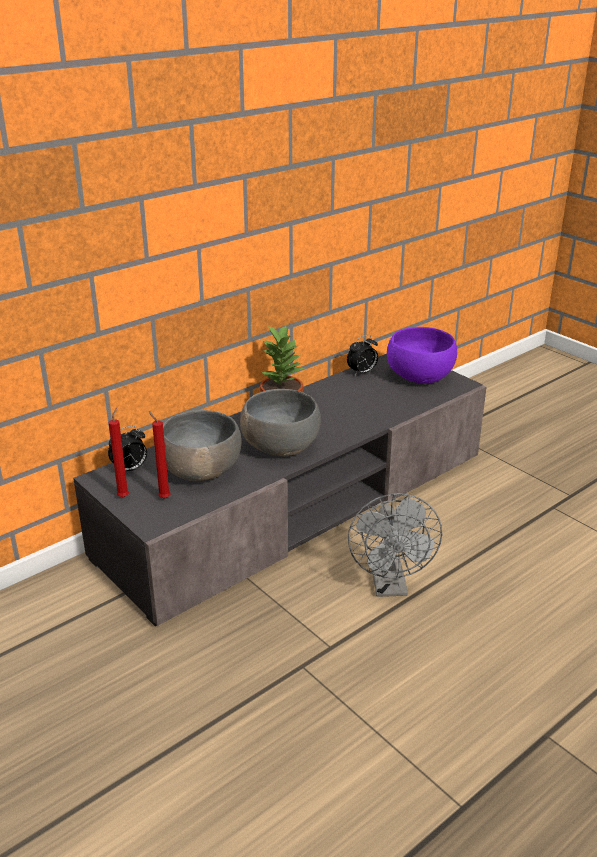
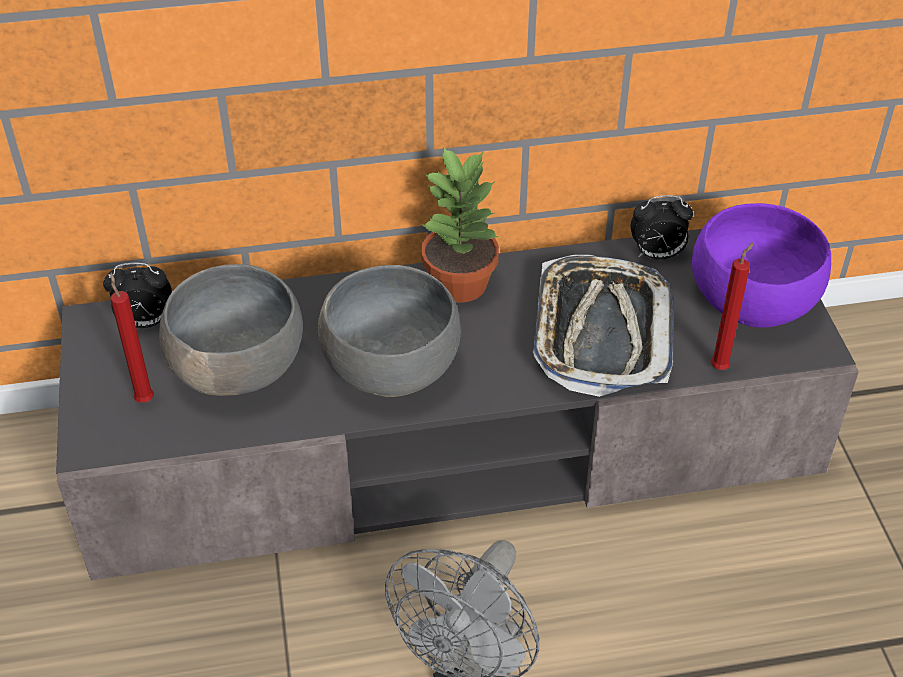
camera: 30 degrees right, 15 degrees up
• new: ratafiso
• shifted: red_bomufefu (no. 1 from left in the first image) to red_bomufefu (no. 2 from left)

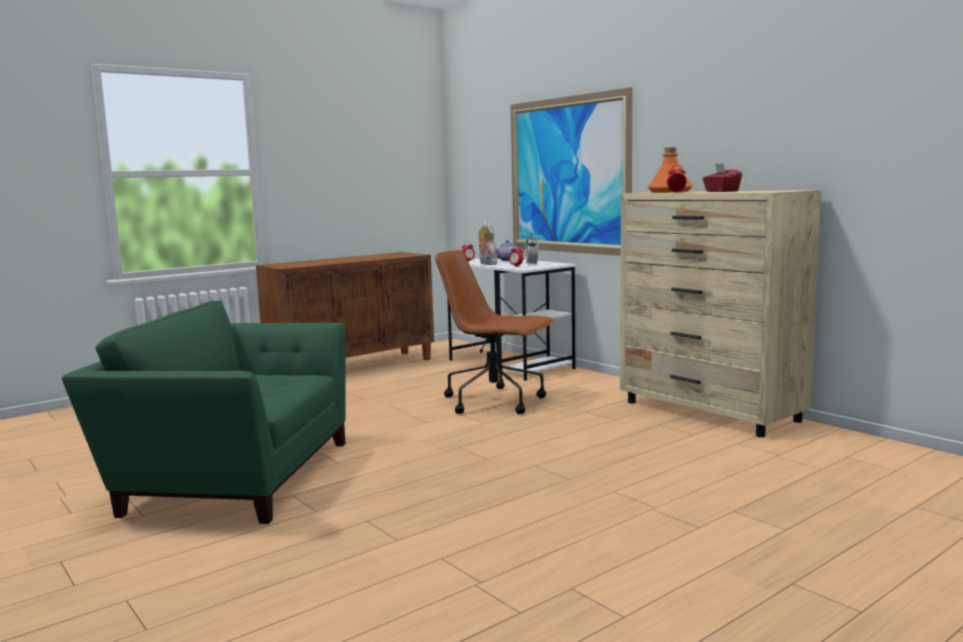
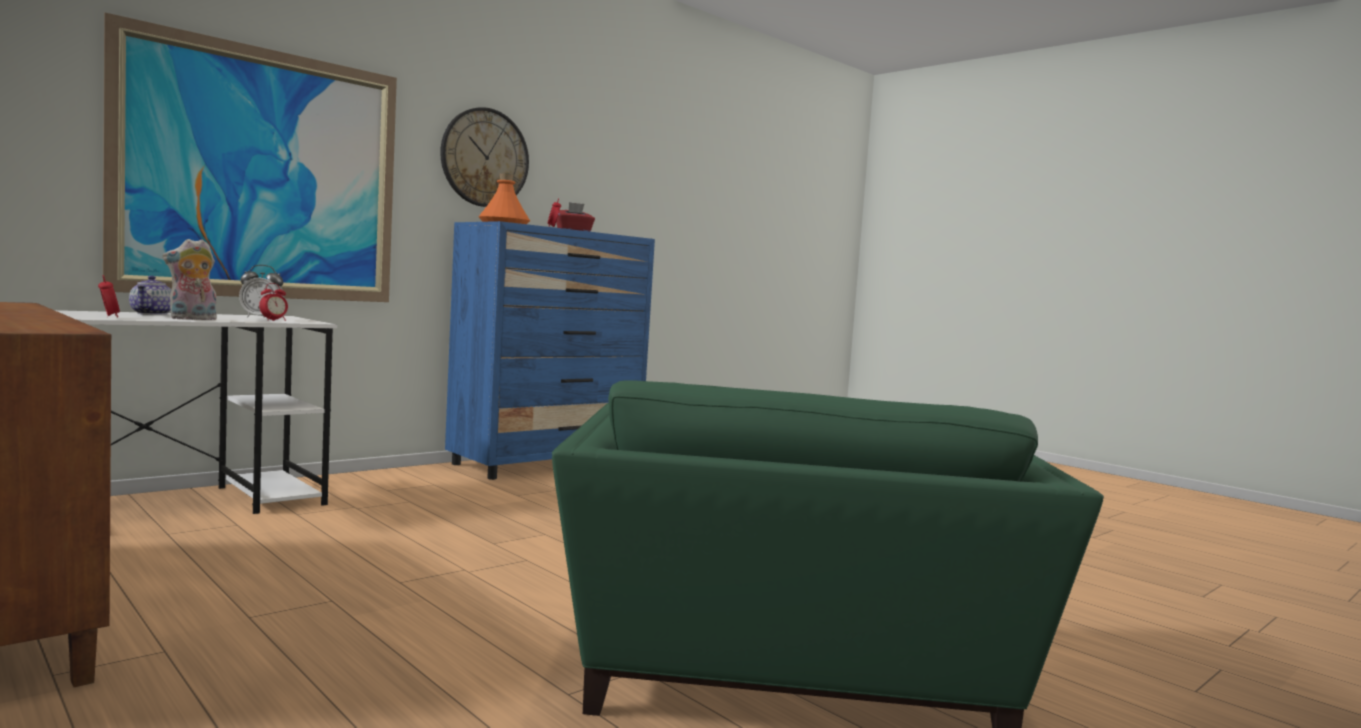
camera: 95 degrees left, 5 degrees down
• new: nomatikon
• repainted: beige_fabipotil to blue_fabipotil
• gone: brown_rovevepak

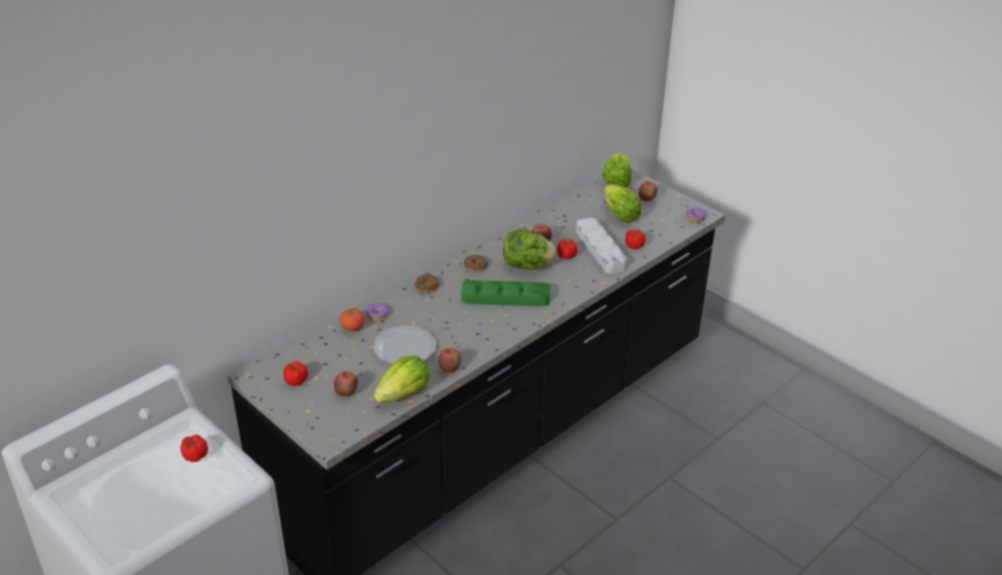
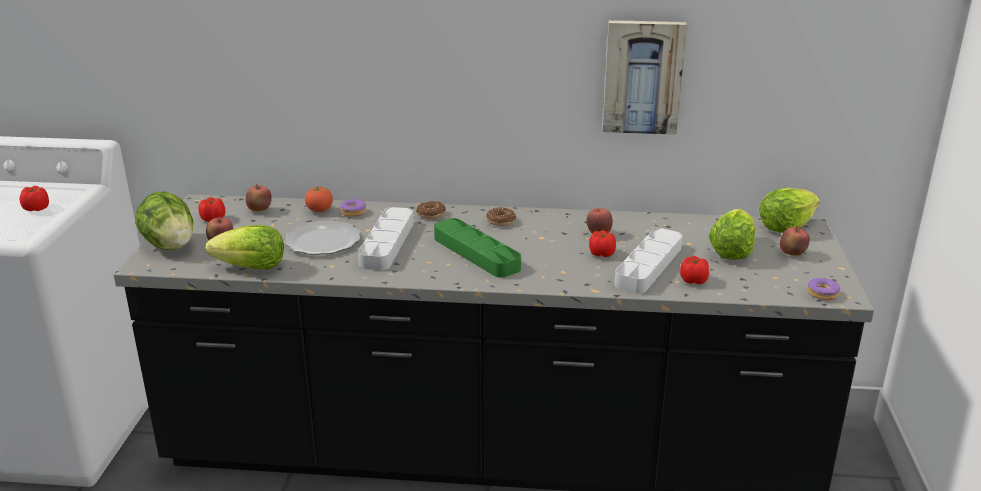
camera: 50 degrees right, 10 degrees down
• shifted: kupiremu (no. 2 from left in the first image) to kupiremu (no. 1 from left)
• shifted: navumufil (no. 2 from left)
• new: grey_ratafiso (no. 1 from left)
• new: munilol

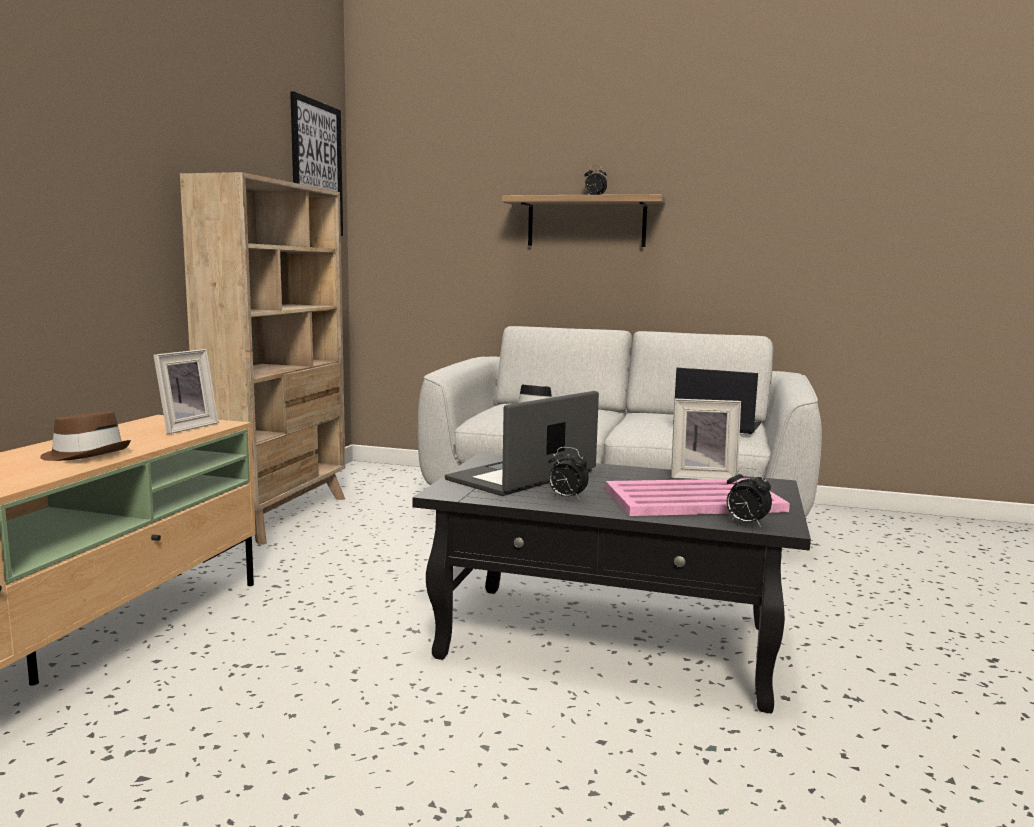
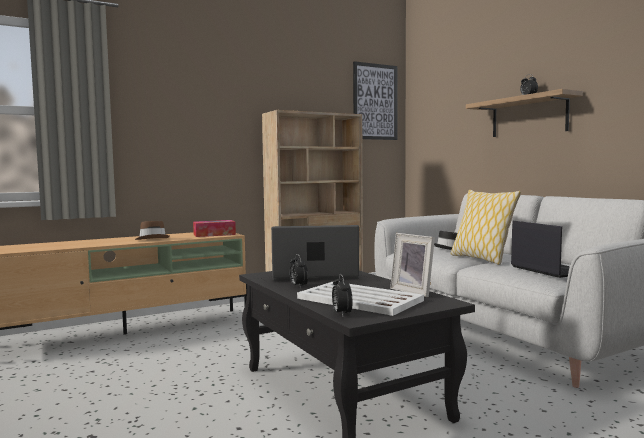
camera: 45 degrees right, 5 degrees down
• swapped: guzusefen (no. 1 from left) to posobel
• repainted: pink_ratafiso to white_ratafiso
• new: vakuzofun

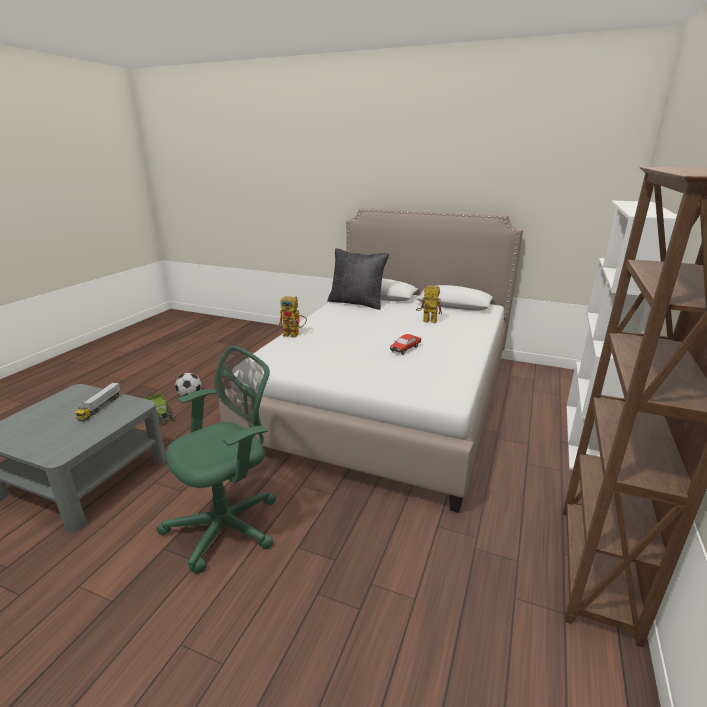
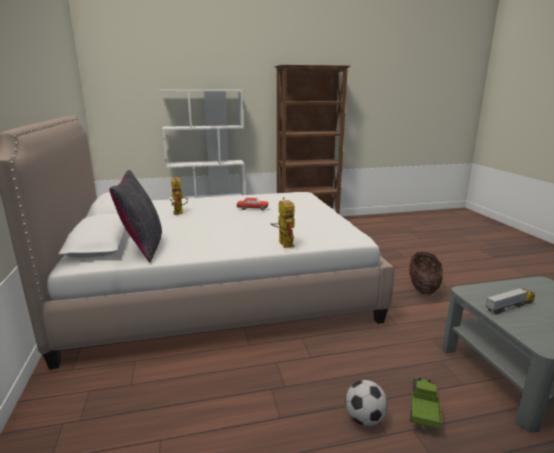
camera: 125 degrees left, 5 degrees down
• swapped: green_rovevepak to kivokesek

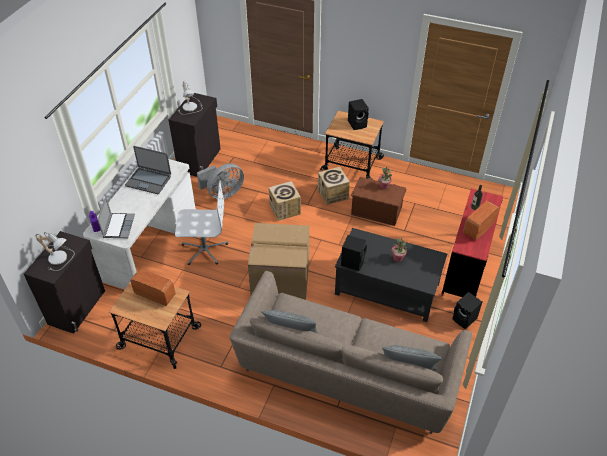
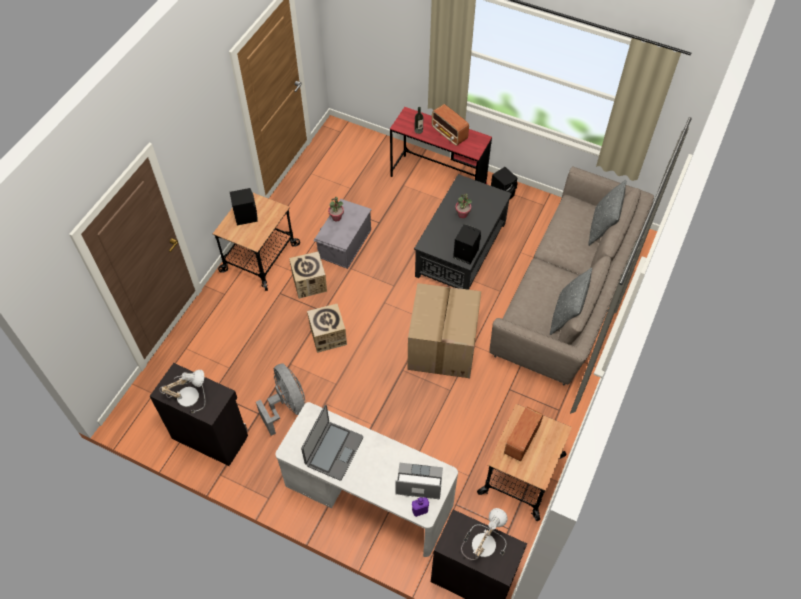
camera: 85 degrees left, 10 degrees up
• repainted: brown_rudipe to grey_rudipe
• gone: white_rovevepak

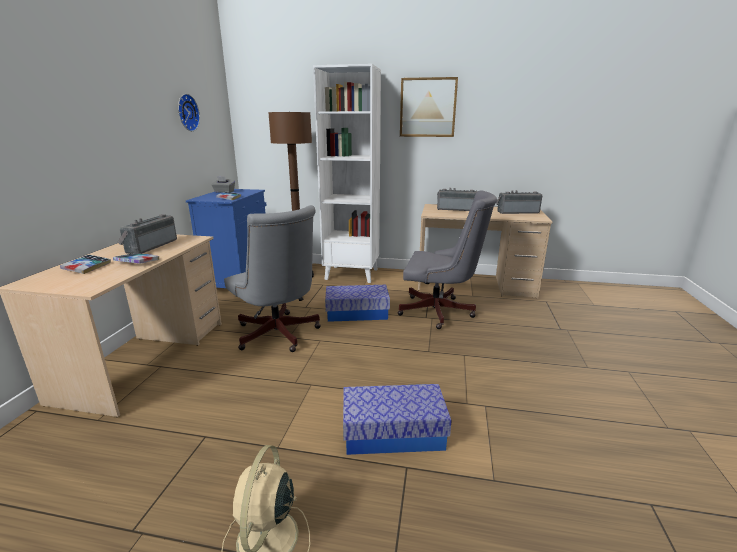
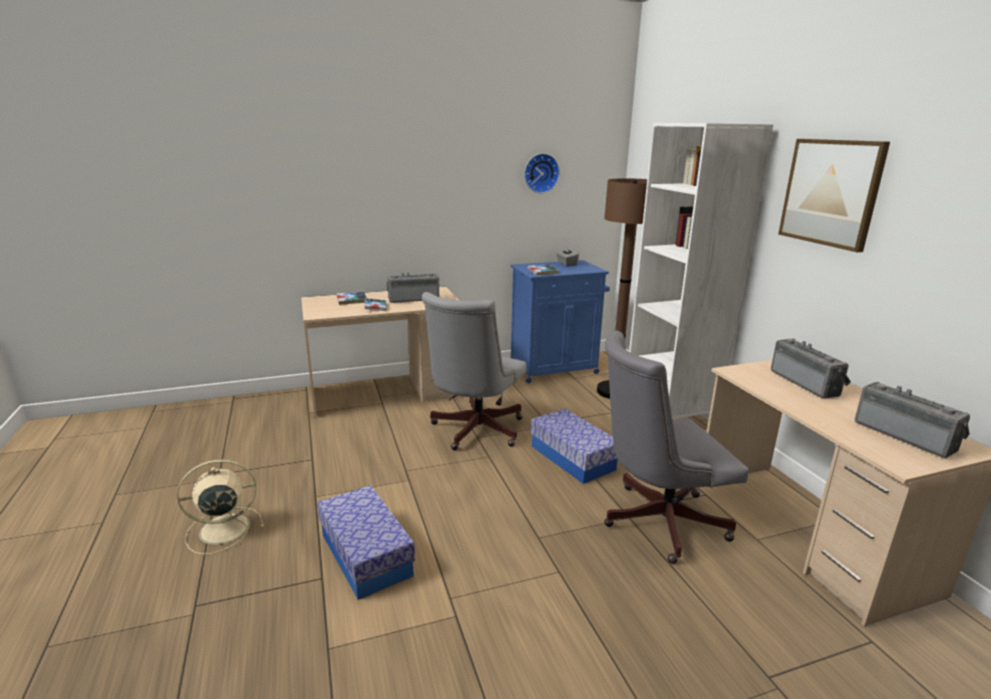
camera: 60 degrees right, 0 degrees up
• rotated: grey_rovevepak (no. 2 from left) 90 degrees clockwise

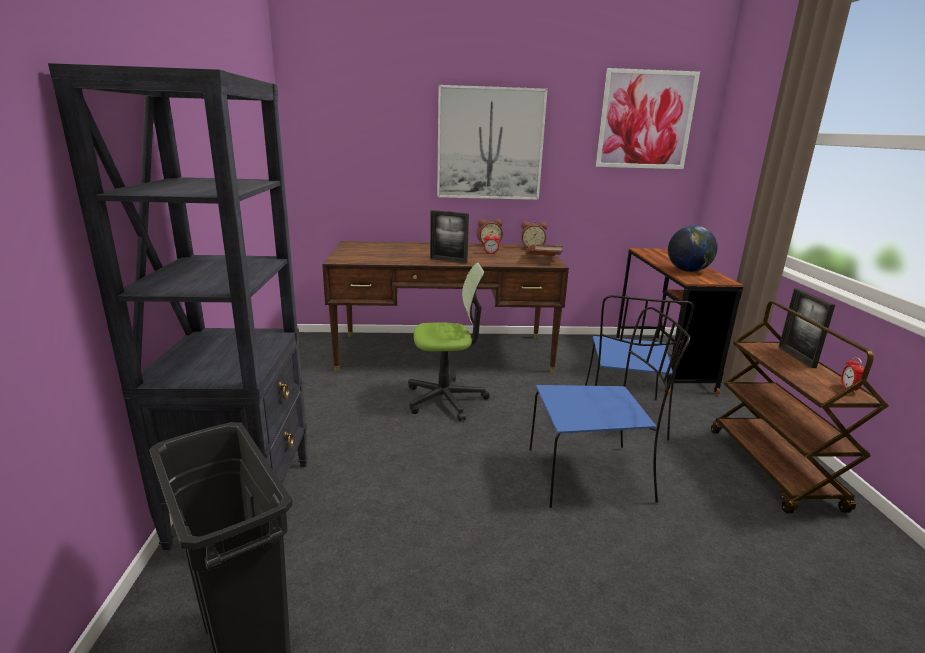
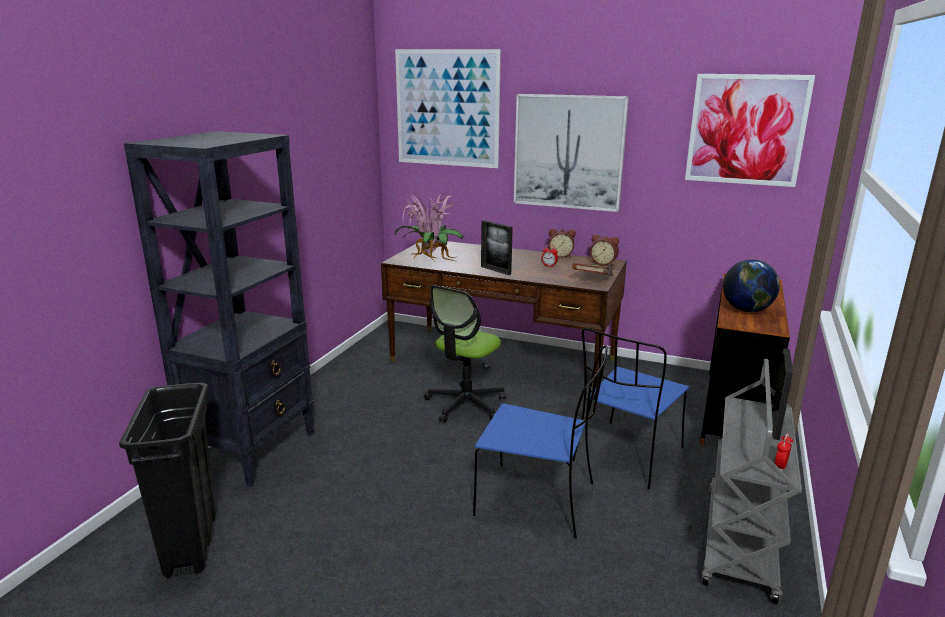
camera: 25 degrees right, 0 degrees up
• new: munilol (no. 1 from left)
• new: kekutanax
• rotated: rovevepak 105 degrees clockwise
• repainted: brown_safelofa to grey_safelofa

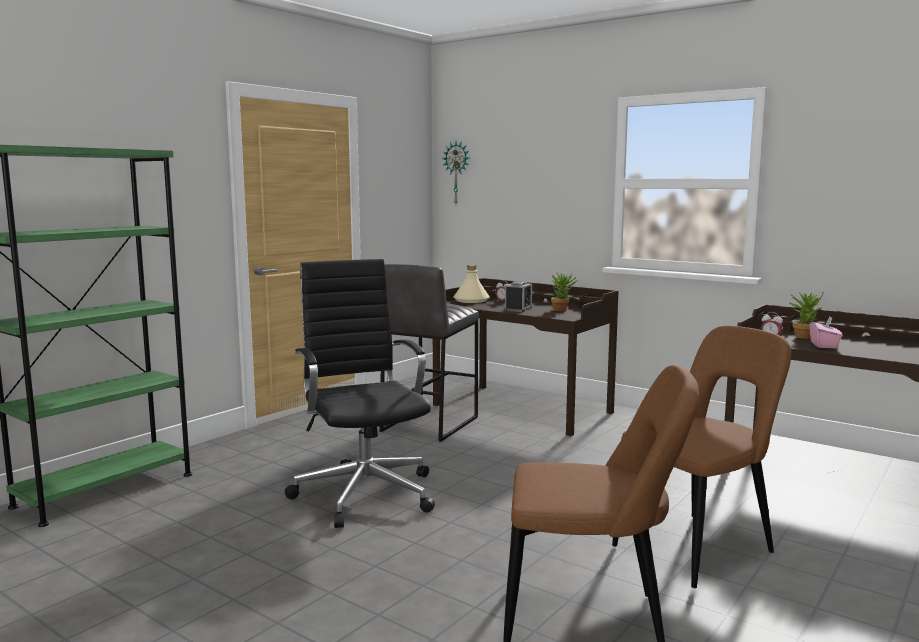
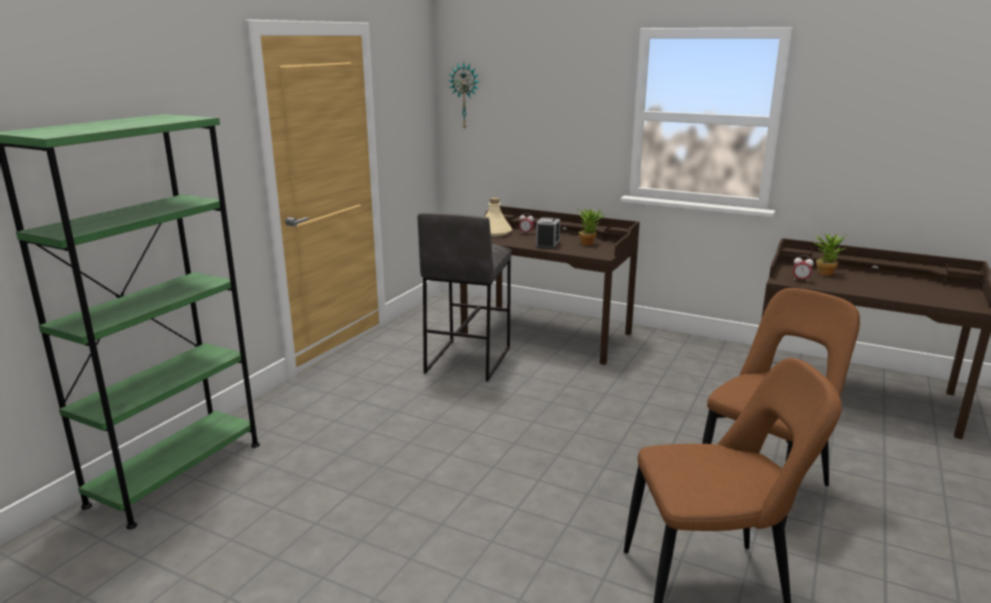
camera: 10 degrees left, 10 degrees up
• gone: black_rovevepak
• gone: pink_posobel

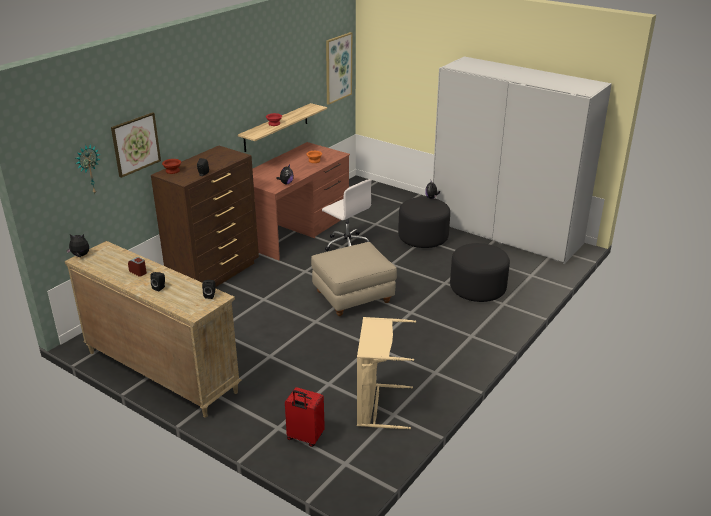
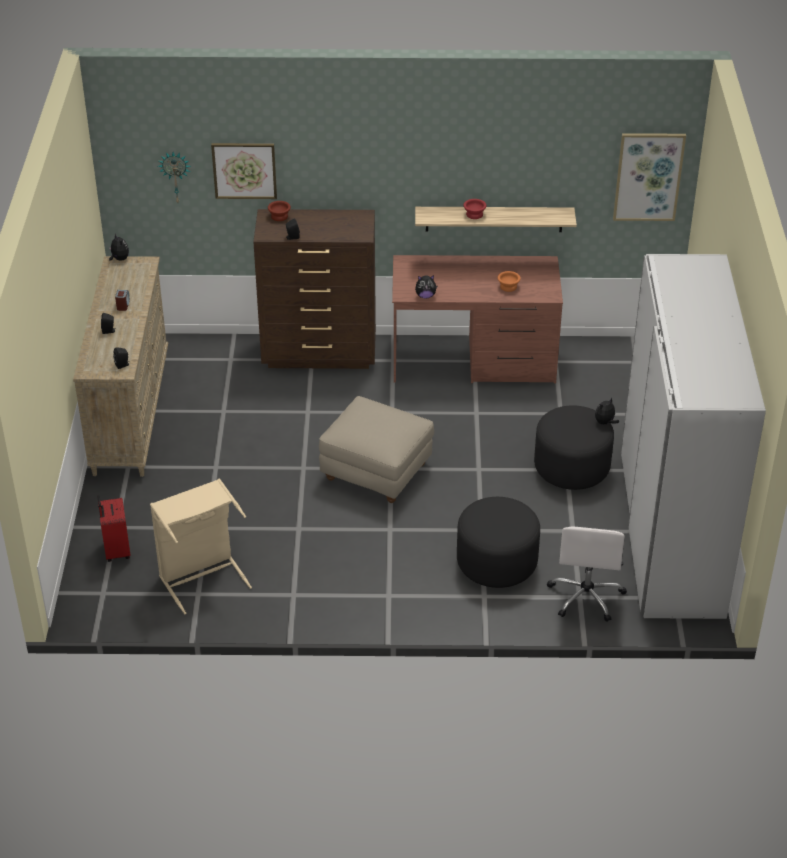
camera: 55 degrees right, 10 degrees up
• shifted: white_rovevepak

